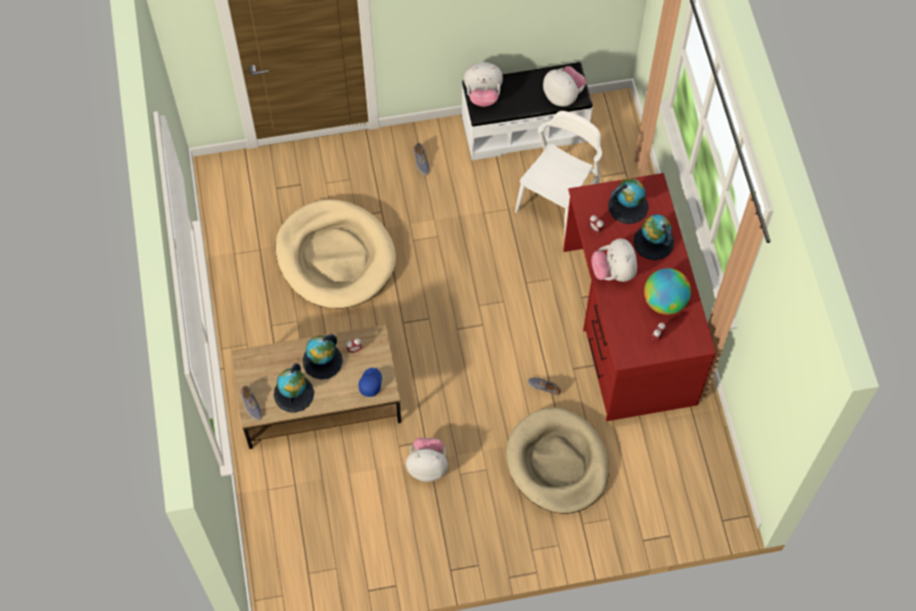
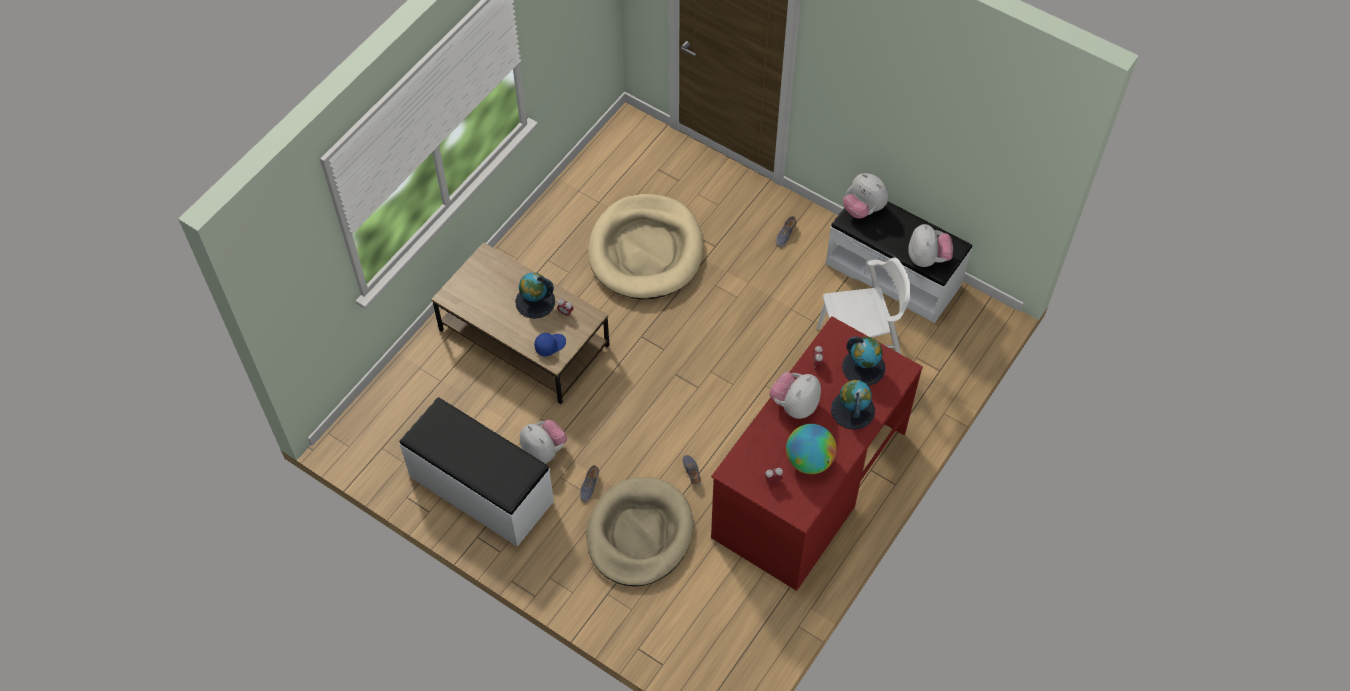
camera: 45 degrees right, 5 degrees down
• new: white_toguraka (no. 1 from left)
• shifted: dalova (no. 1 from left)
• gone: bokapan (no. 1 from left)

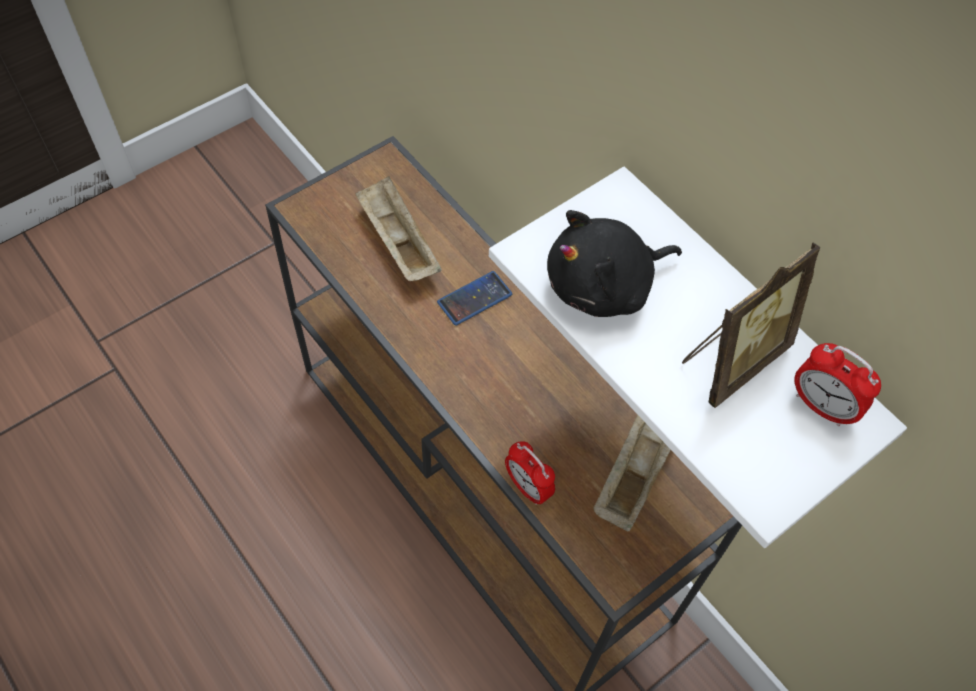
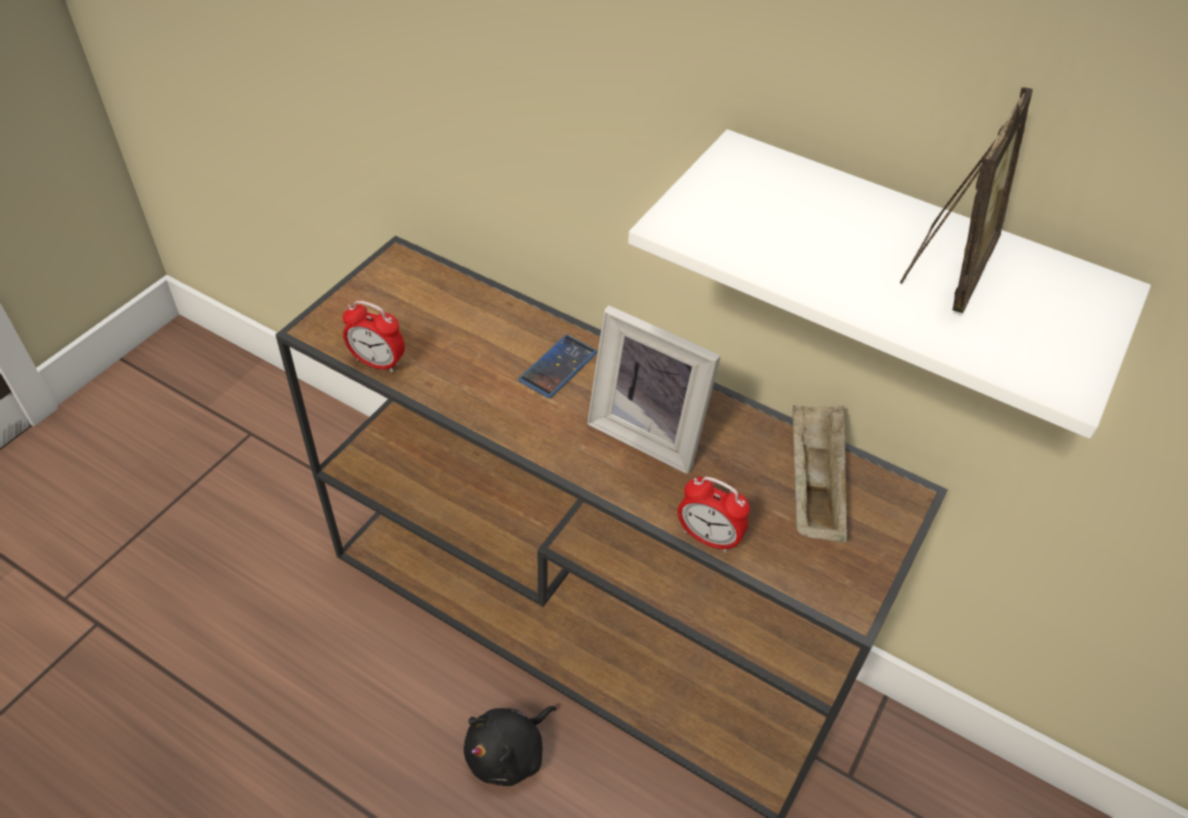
camera: 20 degrees left, 10 degrees down
• shifted: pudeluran (no. 2 from left in the first image) to pudeluran (no. 1 from left)
• shifted: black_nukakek
• new: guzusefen (no. 1 from left)
• gone: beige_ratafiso (no. 1 from left)

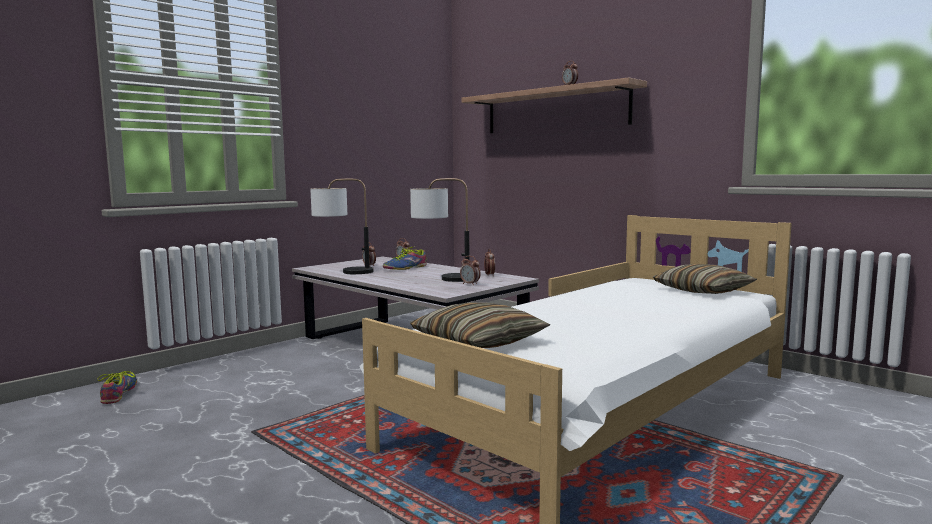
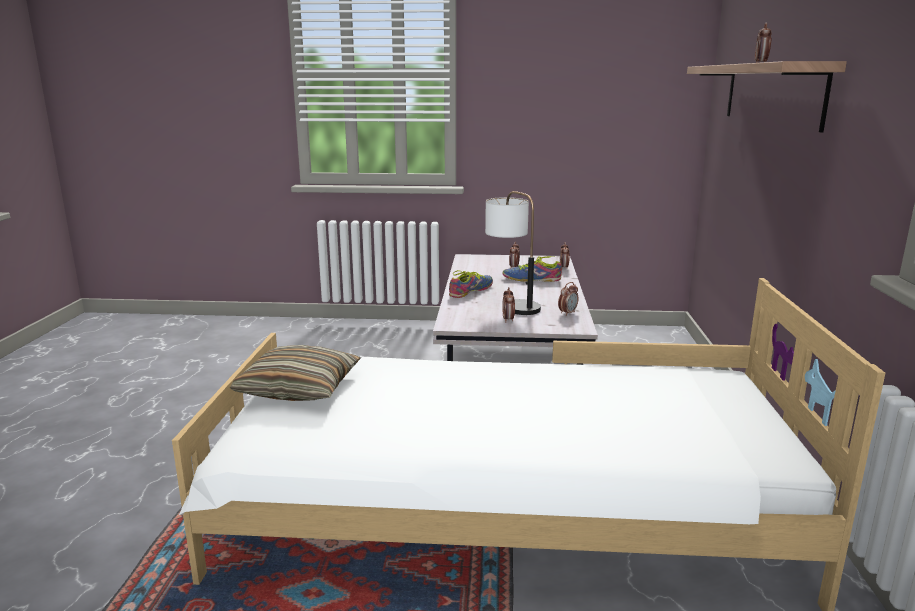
camera: 50 degrees right, 10 degrees up
• shifted: dalova (no. 1 from left)
• gone: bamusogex (no. 1 from left)
• gone: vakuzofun (no. 2 from left)

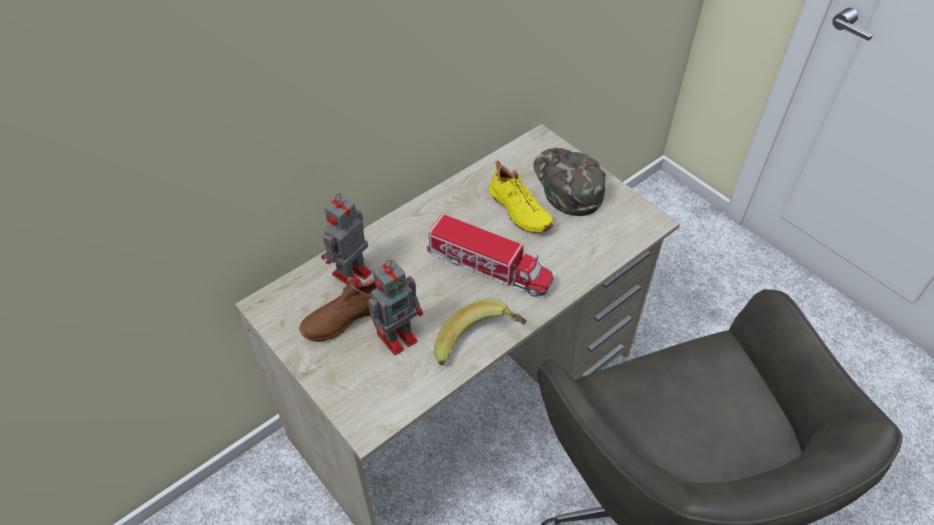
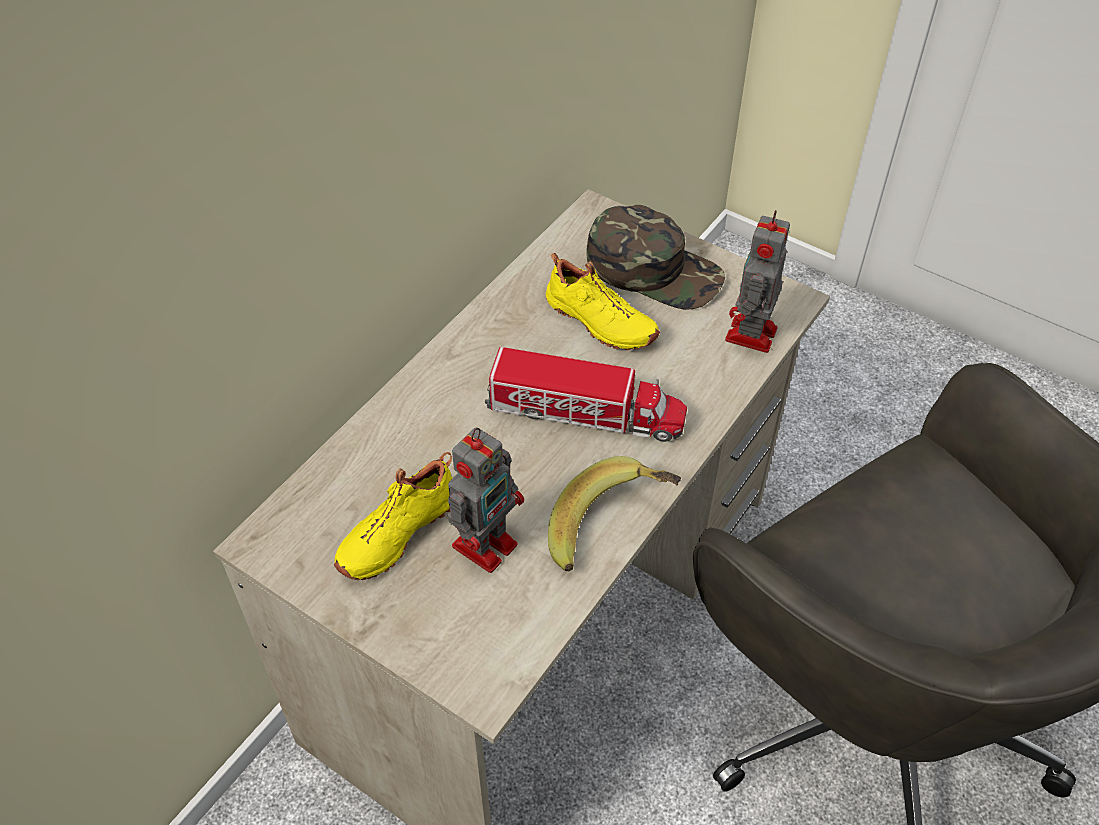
camera: 15 degrees left, 0 degrees up
• repainted: brown_dalova to yellow_dalova (no. 1 from left)
• rotated: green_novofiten 150 degrees clockwise
• shifted: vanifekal (no. 1 from left in the first image) to vanifekal (no. 2 from left)

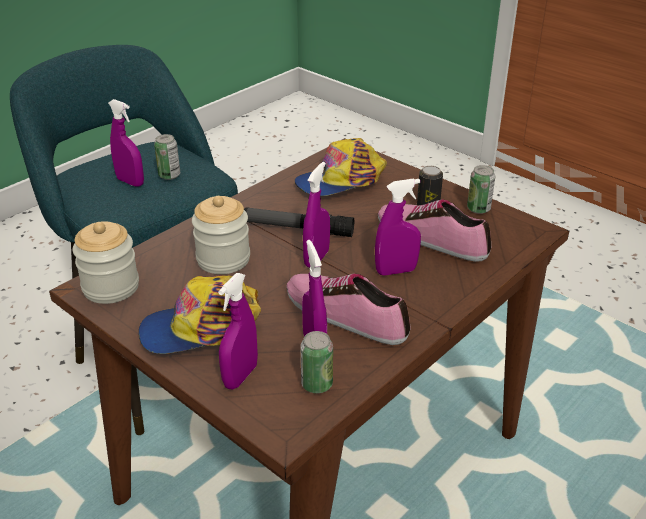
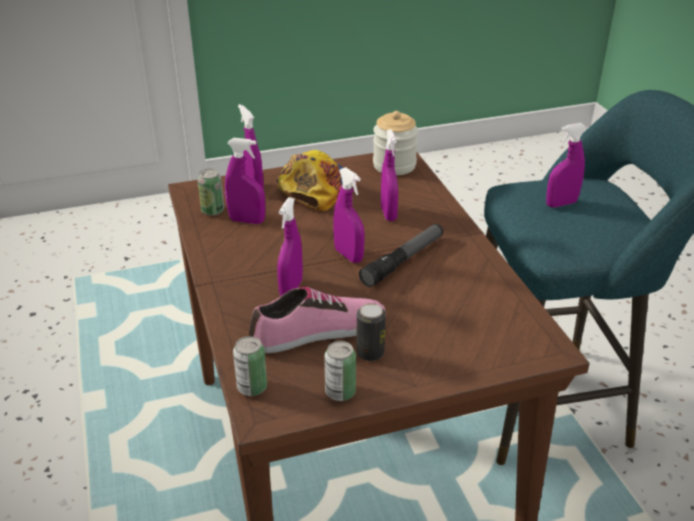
camera: 120 degrees right, 0 degrees up
• shifted: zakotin (no. 1 from left in the first image) to zakotin (no. 2 from left)
• swapped: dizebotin (no. 2 from left) to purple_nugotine (no. 5 from left)
• gone: dalova (no. 1 from left)
• gone: novofiten (no. 2 from left)

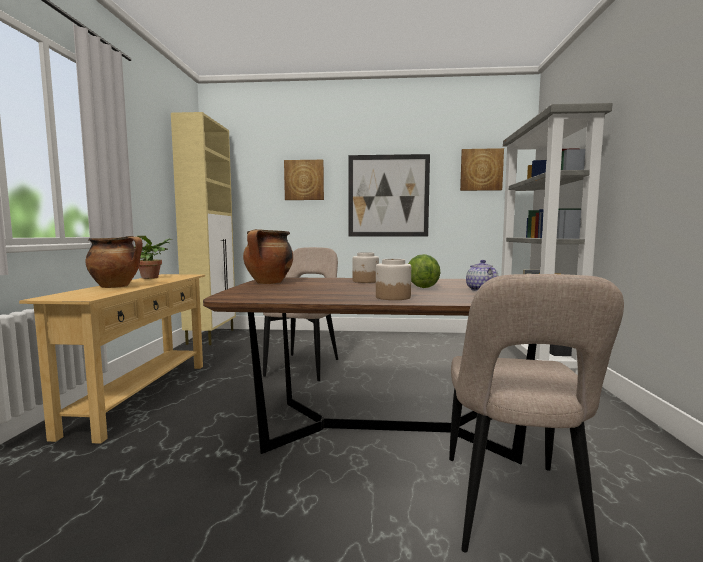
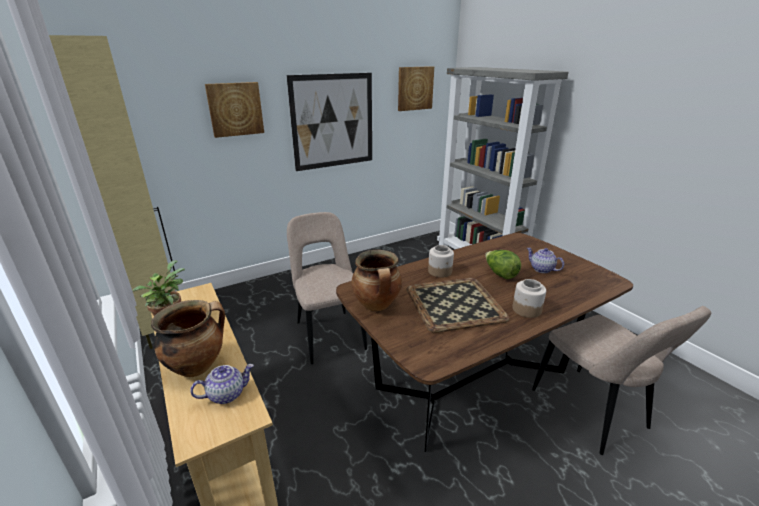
camera: 35 degrees left, 20 degrees up
• new: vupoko (no. 1 from left)
• new: ratafiso

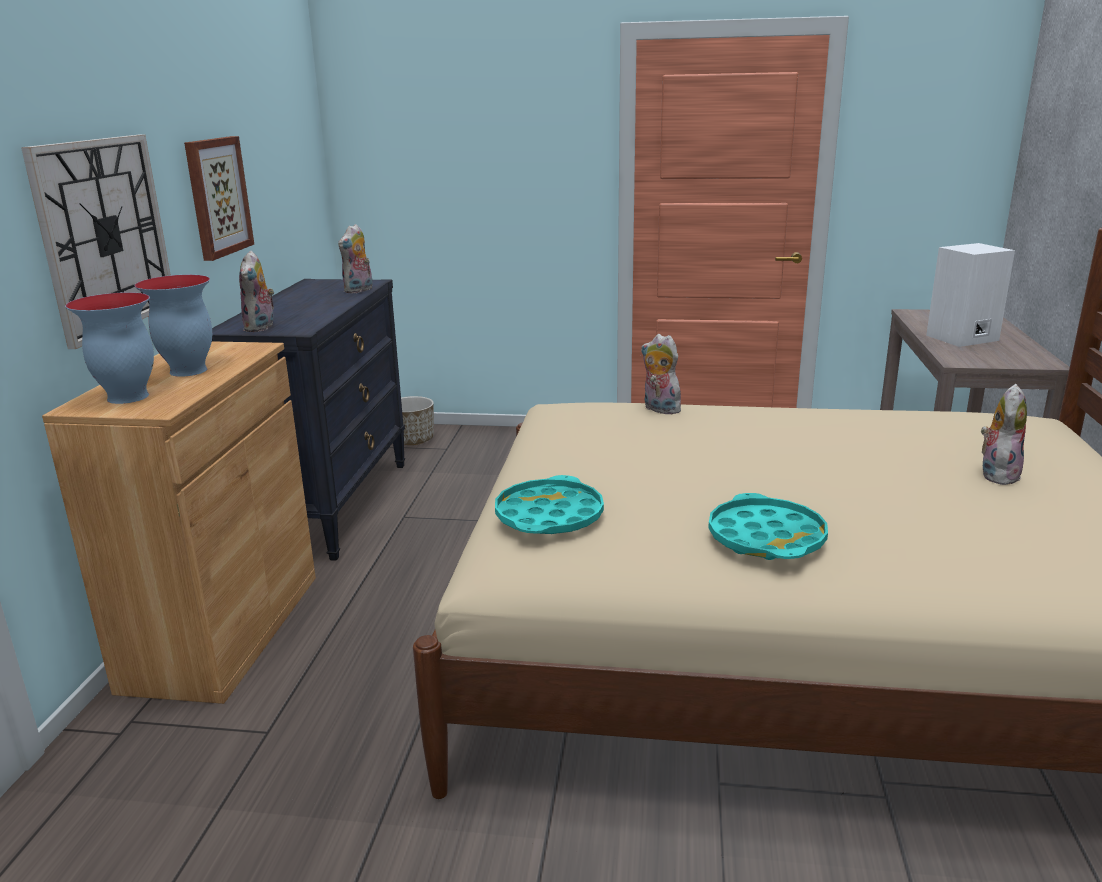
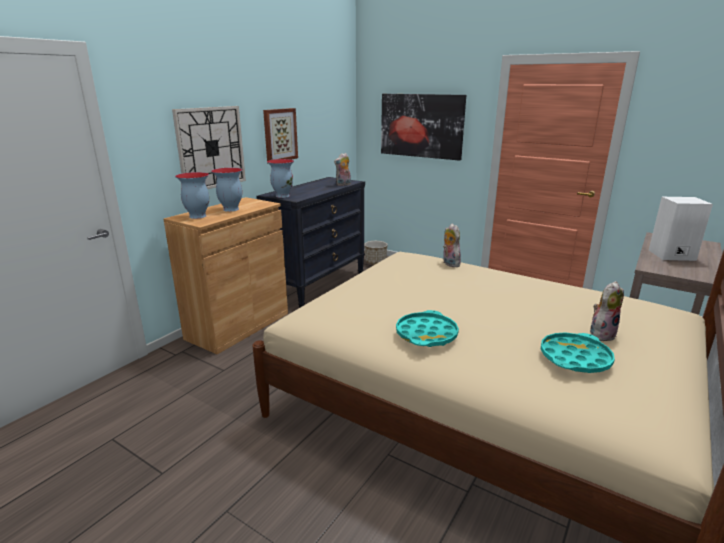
camera: 25 degrees right, 0 degrees up
• swapped: nukakek (no. 1 from left) to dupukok (no. 3 from left)
• new: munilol (no. 2 from left)
• shifted: turquoise_ratafiso (no. 1 from left in the first image) to turquoise_ratafiso (no. 2 from left)

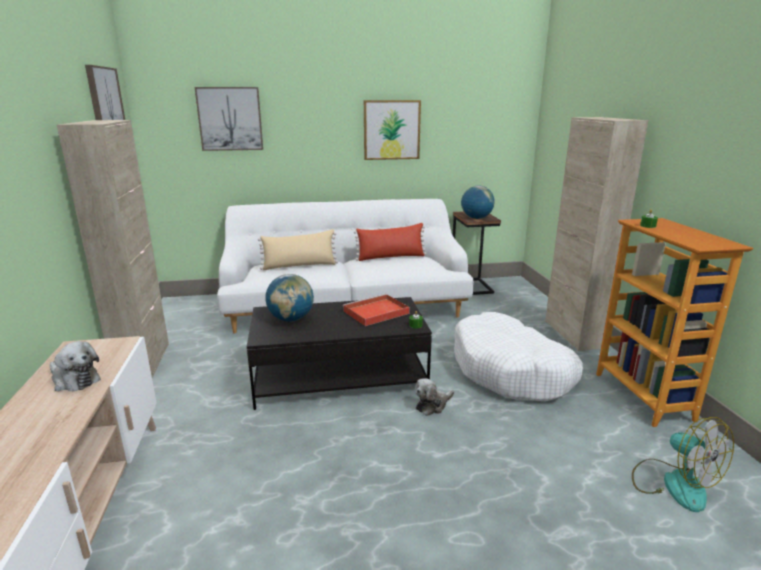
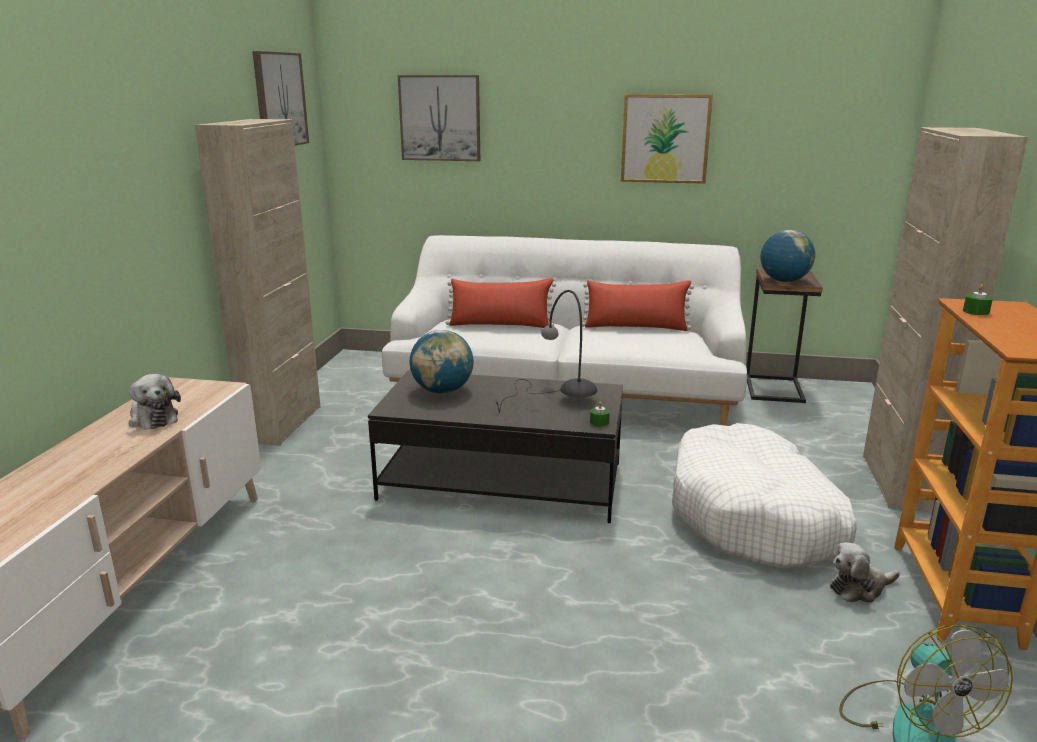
camera: 20 degrees right, 0 degrees up
• repainted: beige_vakuzofun to red_vakuzofun (no. 1 from left)
• swapped: red_ratafiso to grey_bamusogex
• shifted: nukakek (no. 2 from left)

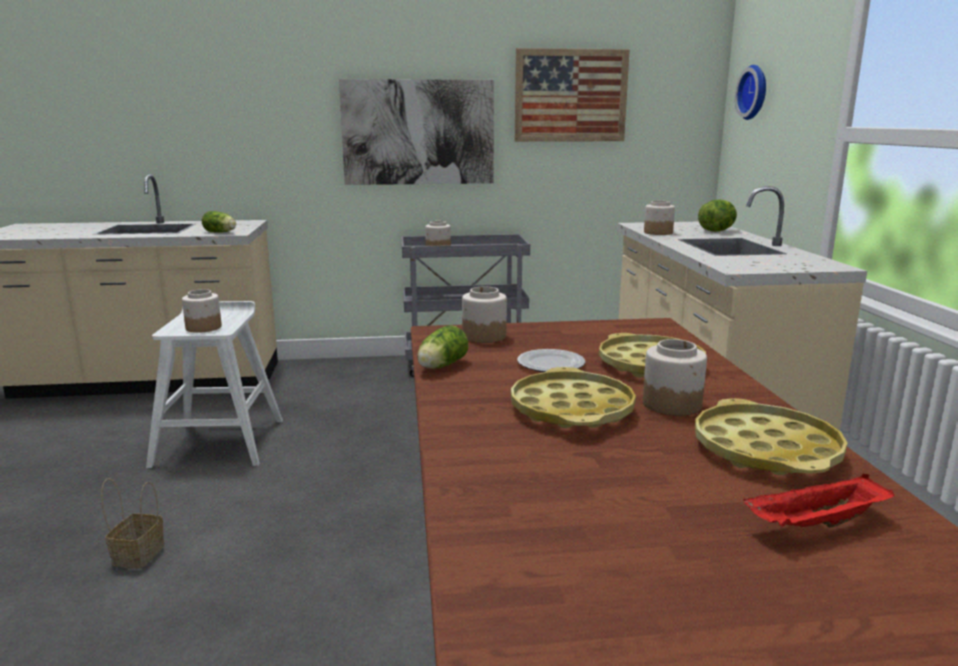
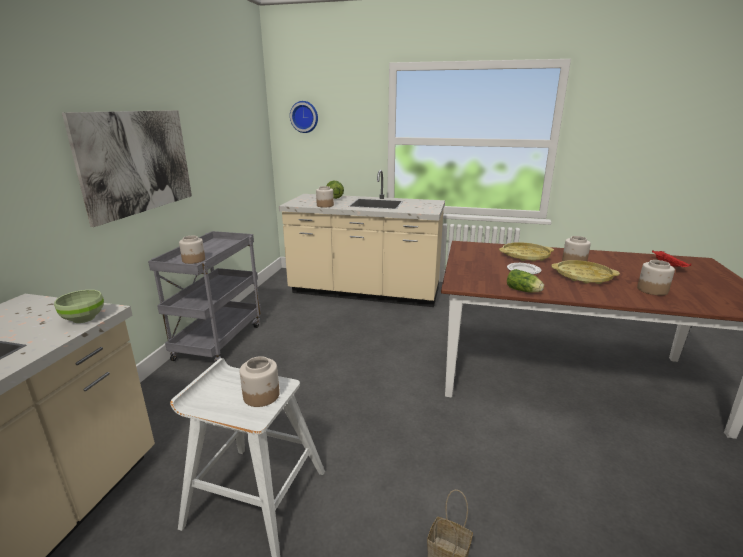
camera: 70 degrees left, 5 degrees up
• swapped: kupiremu (no. 1 from left) to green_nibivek
• shifted: dizebotin (no. 3 from left in the first image) to dizebotin (no. 5 from left)
• gone: munilol (no. 2 from left)
• gone: yellow_ratafiso (no. 3 from left)

